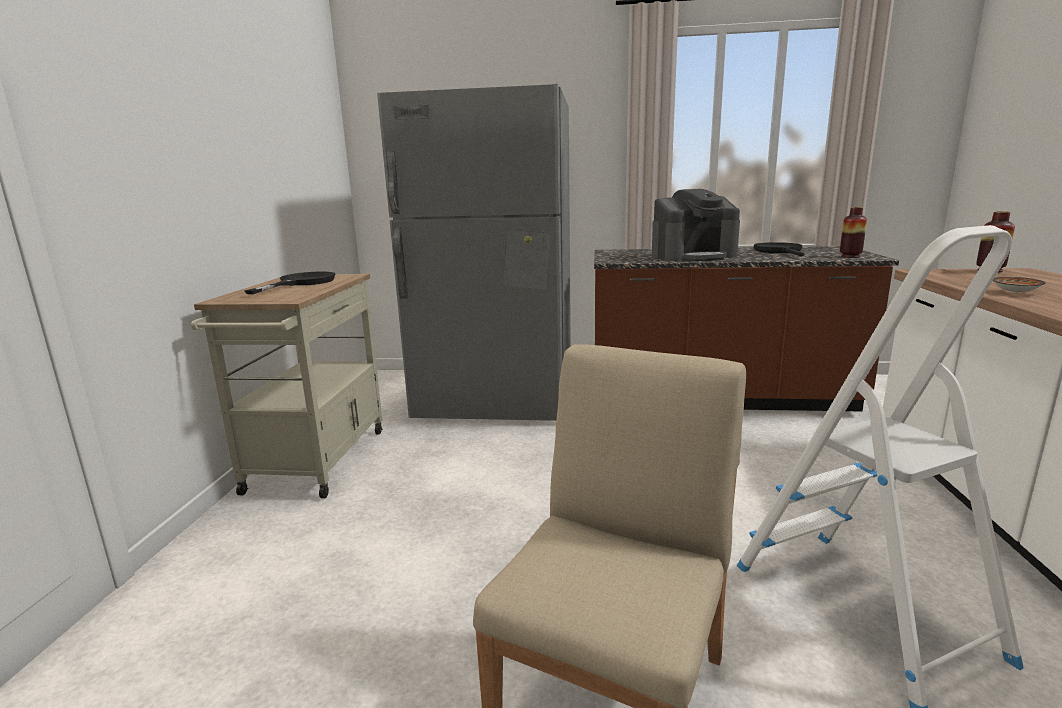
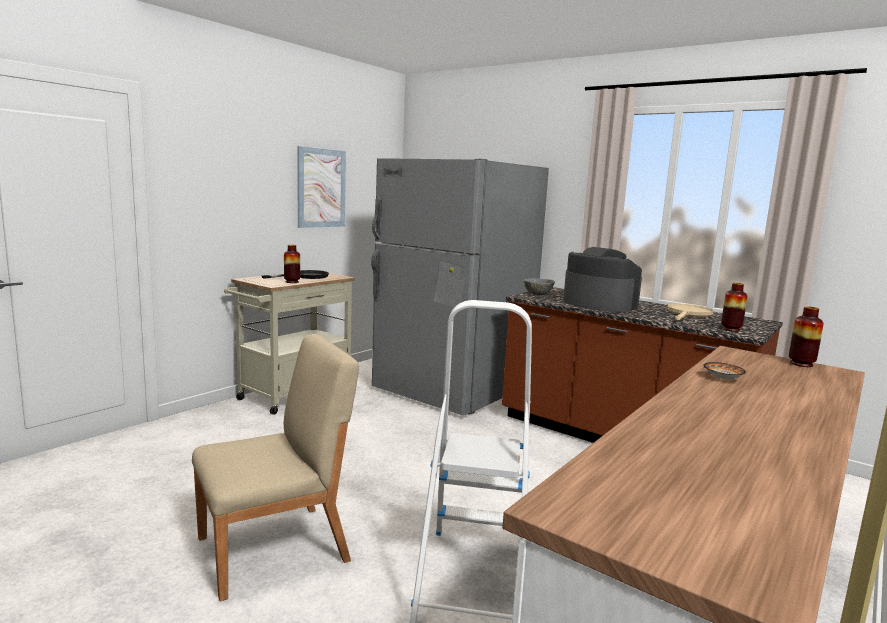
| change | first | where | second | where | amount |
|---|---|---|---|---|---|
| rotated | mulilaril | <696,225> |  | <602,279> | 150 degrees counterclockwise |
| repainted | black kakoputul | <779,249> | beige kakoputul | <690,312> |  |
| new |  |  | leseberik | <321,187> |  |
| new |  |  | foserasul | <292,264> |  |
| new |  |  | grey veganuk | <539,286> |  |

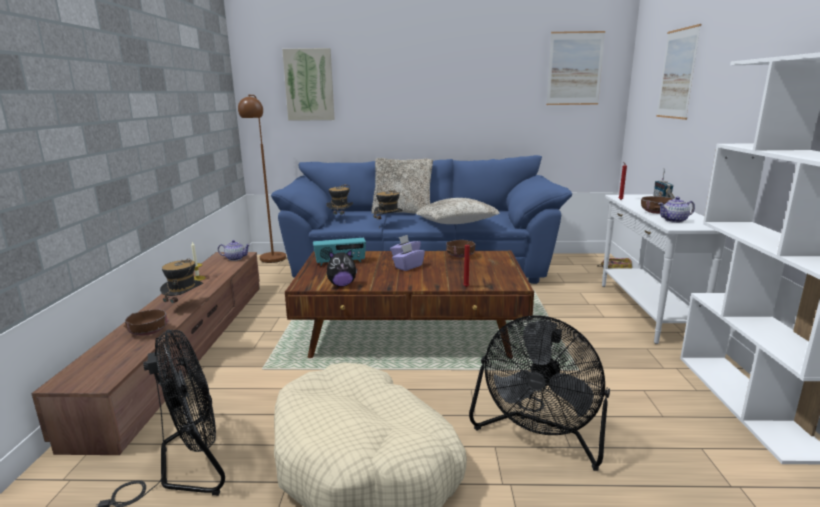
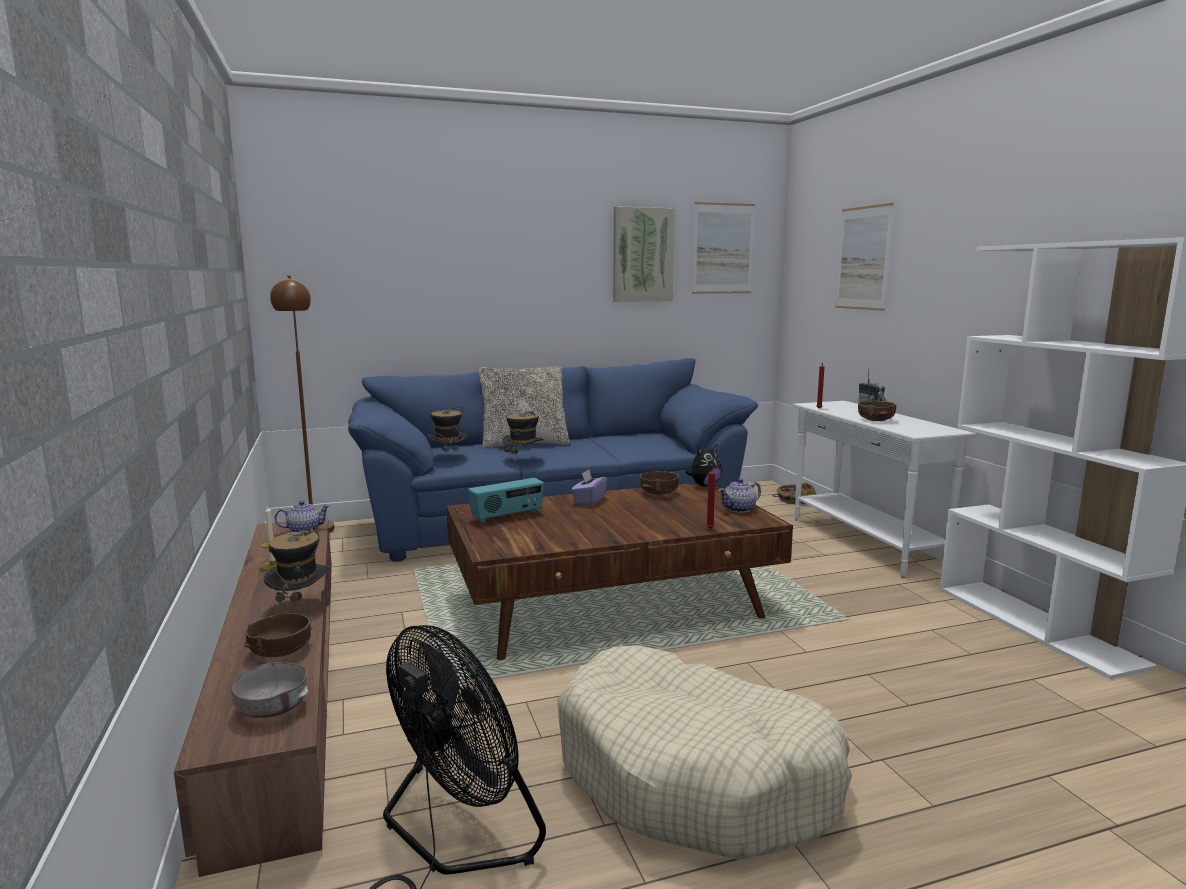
| change | first | where | second | where | amount |
|---|---|---|---|---|---|
| shifted | leseberik | <308,84> |  | <644,254> |  |
| shifted | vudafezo | <676,210> |  | <740,495> |  |
| gone | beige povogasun | <458,211> |  |  |  |
| gone | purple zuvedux | <408,257> |  |  |  |
| shifted | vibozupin | <342,268> |  | <703,466> |  |
| gone | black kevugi | <539,393> |  |  |  |
| new |  |  | grey veganuk | <270,690> |  |

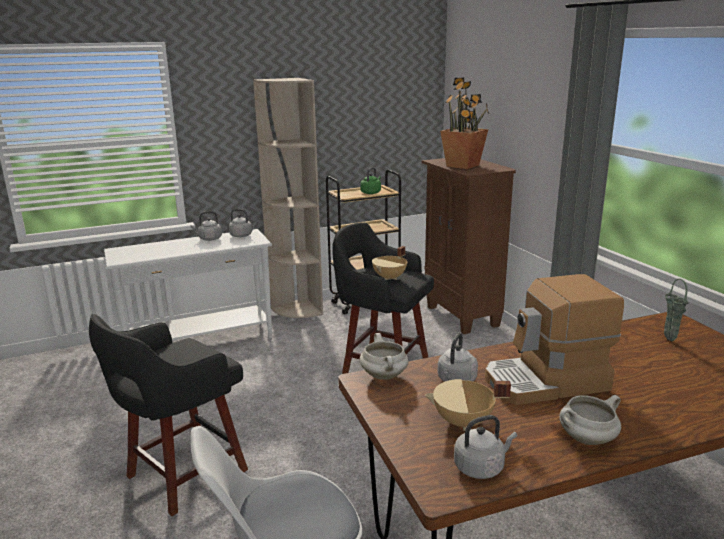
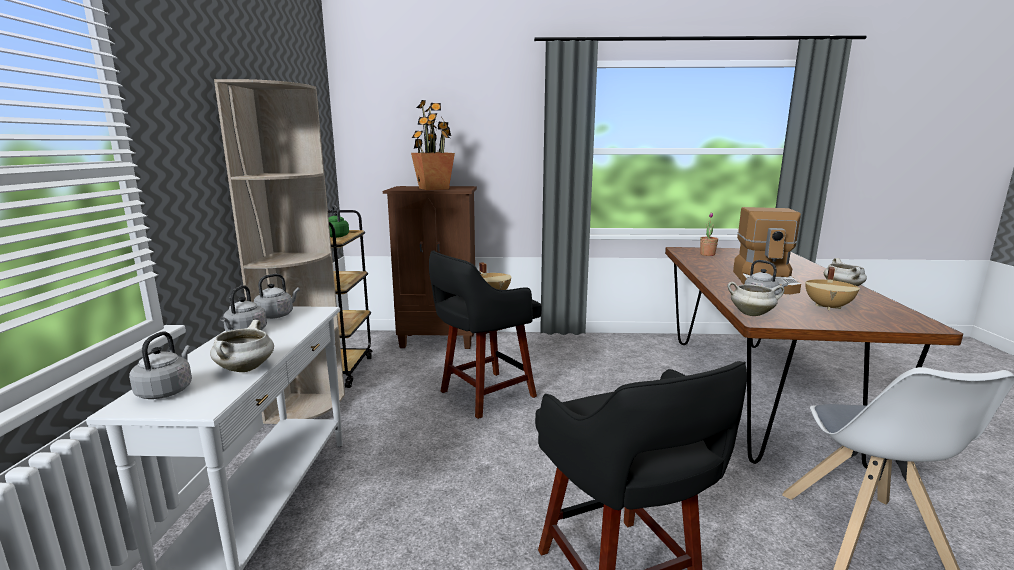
| change | first | where | second | where | amount |
|---|---|---|---|---|---|
| swapped | green foserasul | <676,309> | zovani | <709,234> |  |
| shifted | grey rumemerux | <485,447> |  | <160,365> |  |
| new |  |  | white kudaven | <242,346> |  |

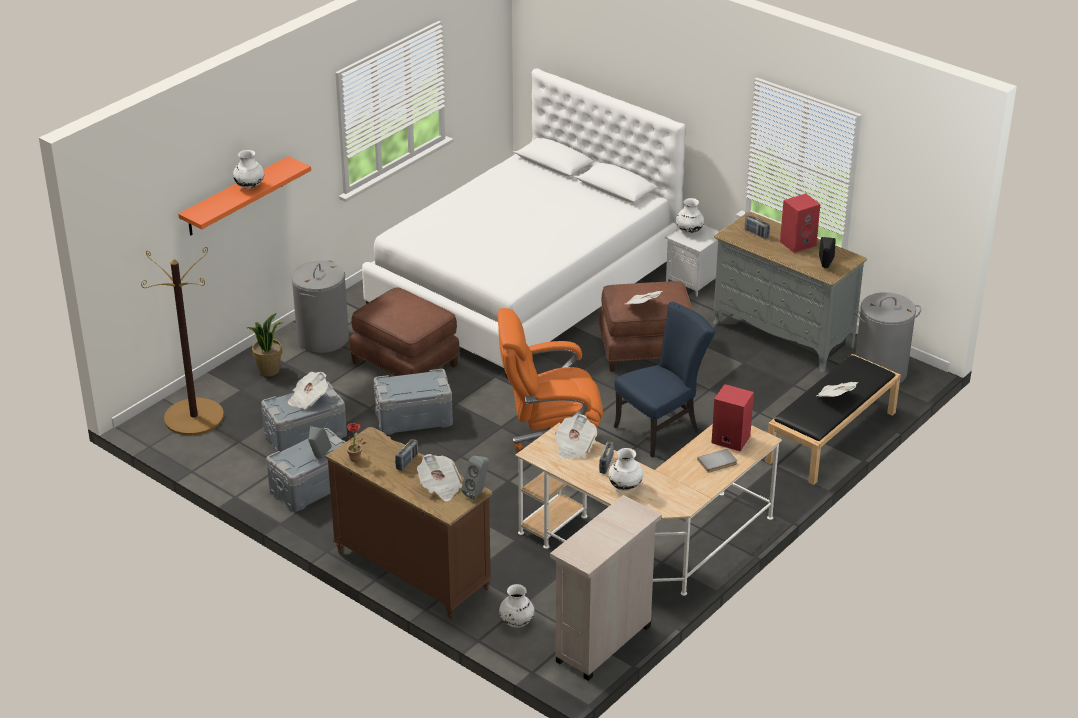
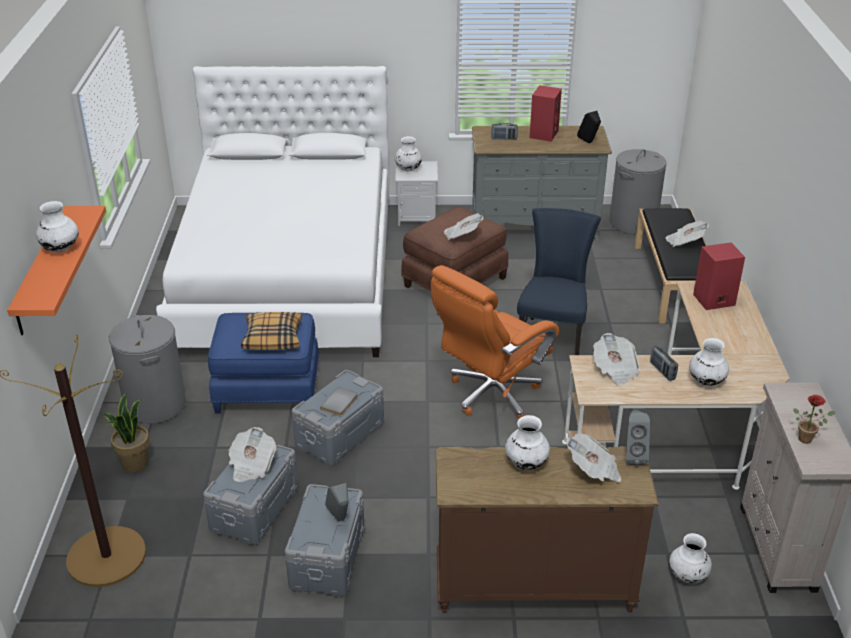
| change | first | where | second | where | amount |
|---|---|---|---|---|---|
| repainted | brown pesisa | <405,331> | blue pesisa | <263,363> |  |
| shifted | zovani | <355,442> |  | <814,419> |  |
| swapped | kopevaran | <406,455> | white foserasul | <527,442> |  |
| shifted | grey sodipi | <717,461> |  | <339,401> |  |
| new |  |  | povogasun | <271,331> |  |

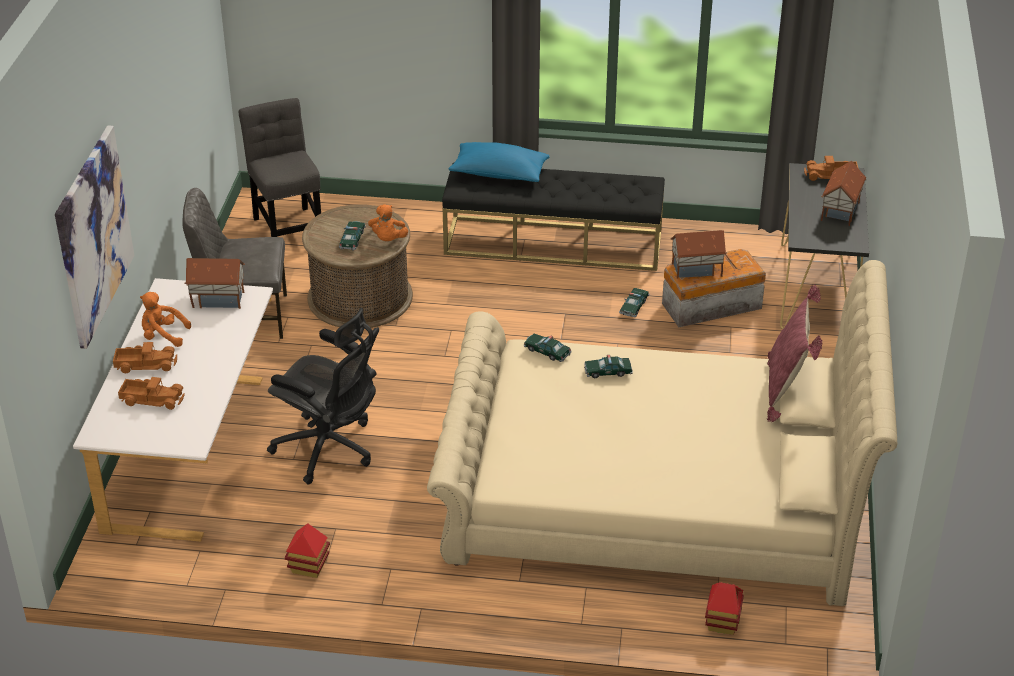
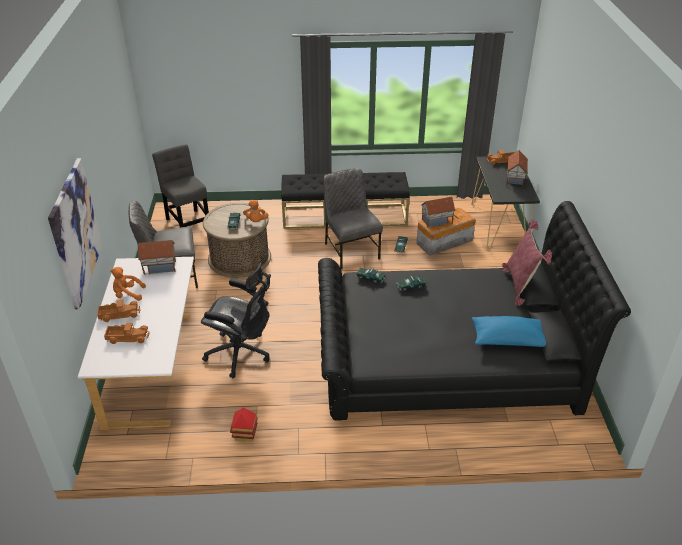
| change | first | where | second | where | amount |
|---|---|---|---|---|---|
| shifted | blue povogasun | <499,162> |  | <509,331> |  |
| repainted | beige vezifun | <662,433> | black vezifun | <474,310> |  |
| gone | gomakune | <724,608> |  |  |  |
| new |  |  | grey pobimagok | <353,218> |  |

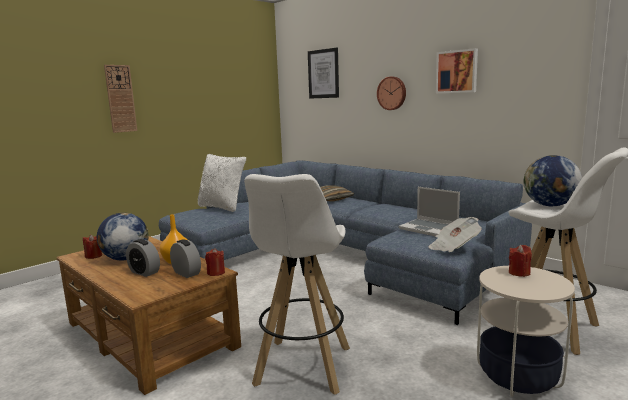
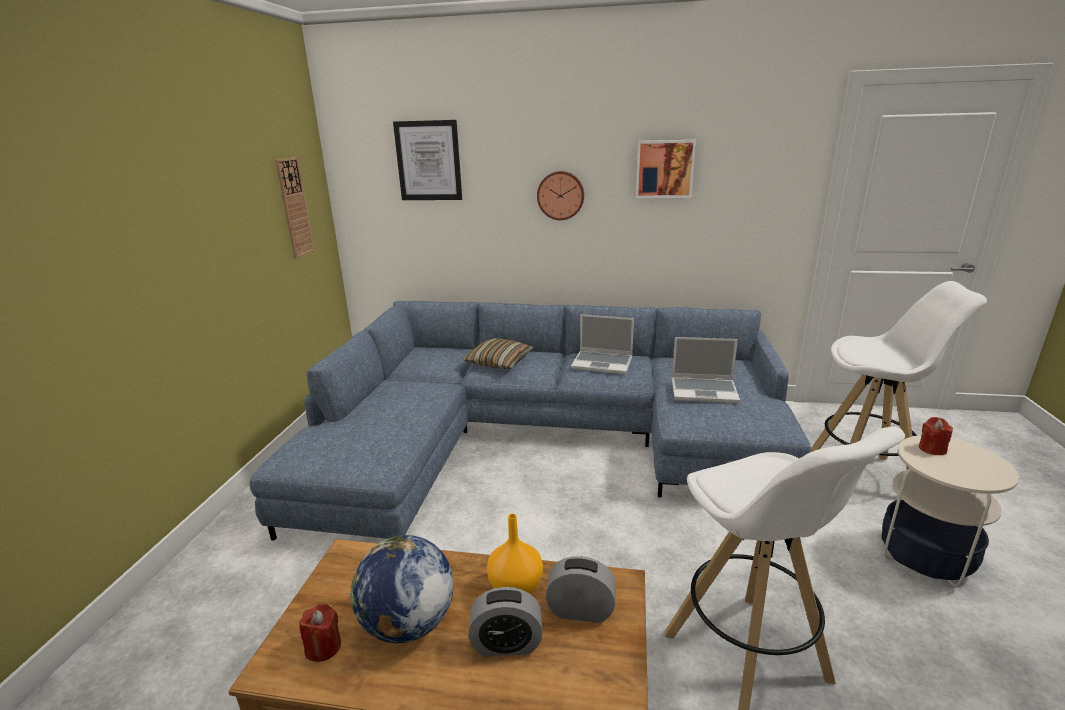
| change | first | where | second | where | amount |
|---|---|---|---|---|---|
| shifted | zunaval | <120,99> |  | <295,207> |  |
| gone | white povogasun | <222,183> |  |  |  |
| gone | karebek | <552,180> |  |  |  |
| gone | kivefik | <454,234> |  |  |  |
| gone | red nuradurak | <215,262> |  |  |  |
| new |  |  | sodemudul | <602,344> |  |

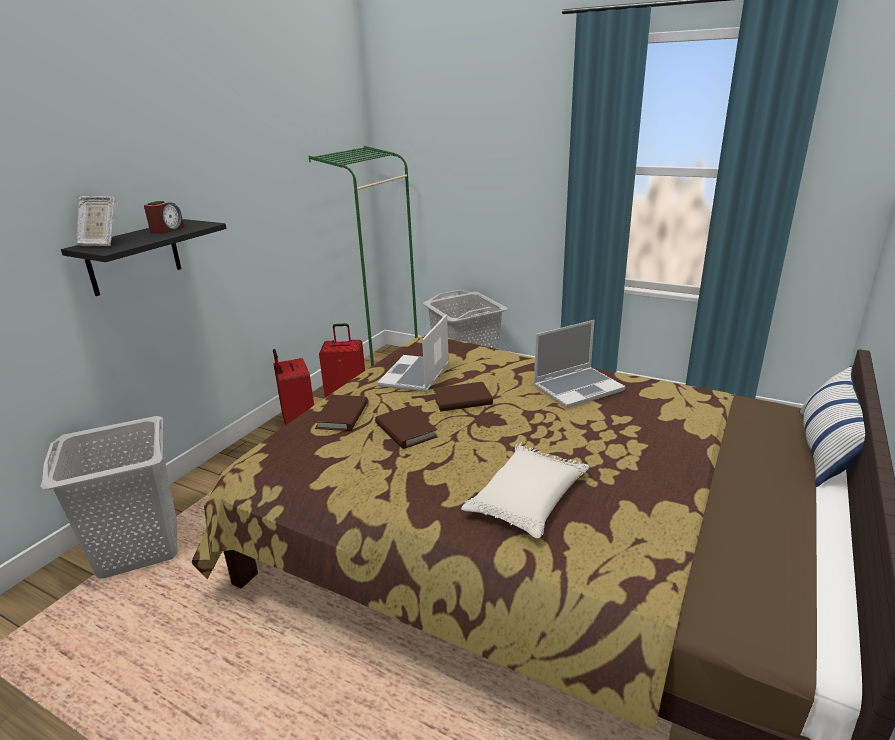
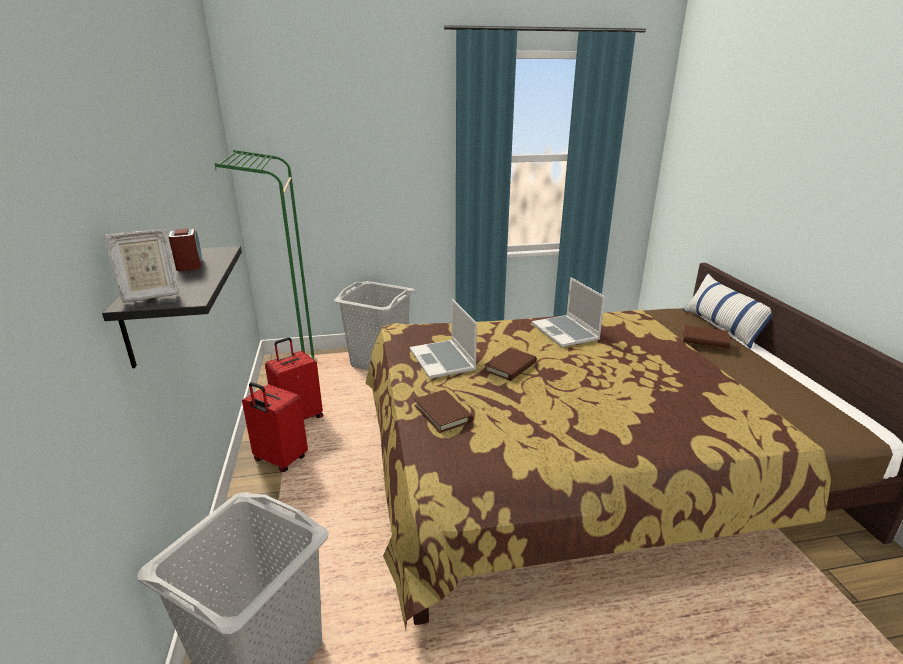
| change | first | where | second | where | amount |
|---|---|---|---|---|---|
| rotated | sodemudul | <580,364> |  | <568,312> | 135 degrees clockwise |
| shifted | brown sodipi | <406,427> |  | <706,337> |  |
| gone | white povogasun | <525,490> |  |  |  |

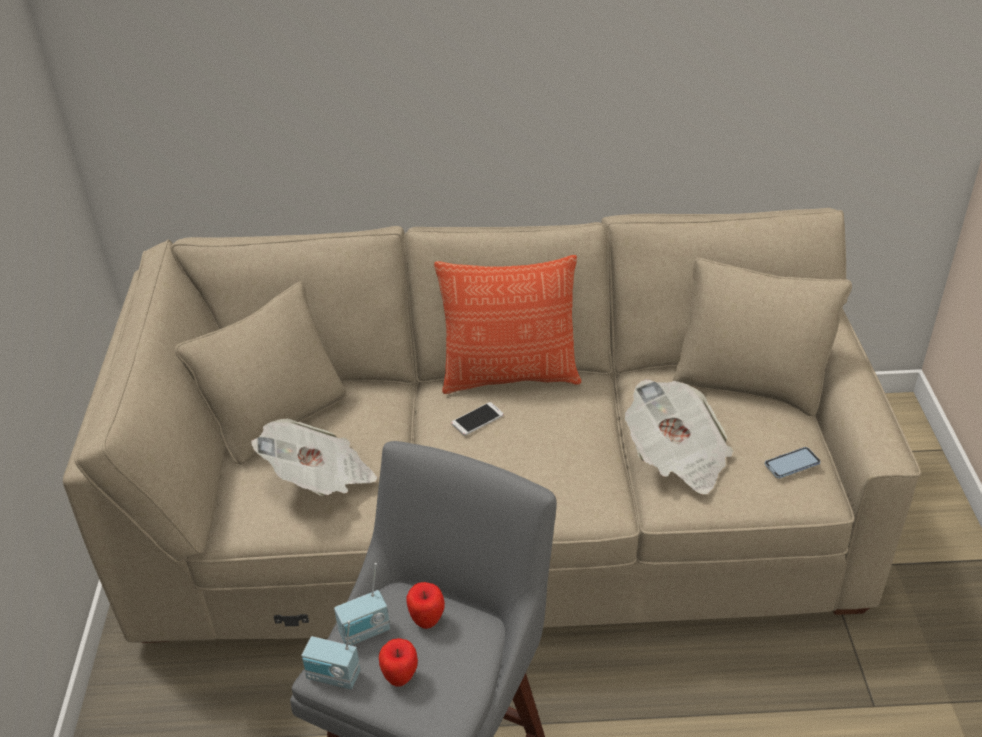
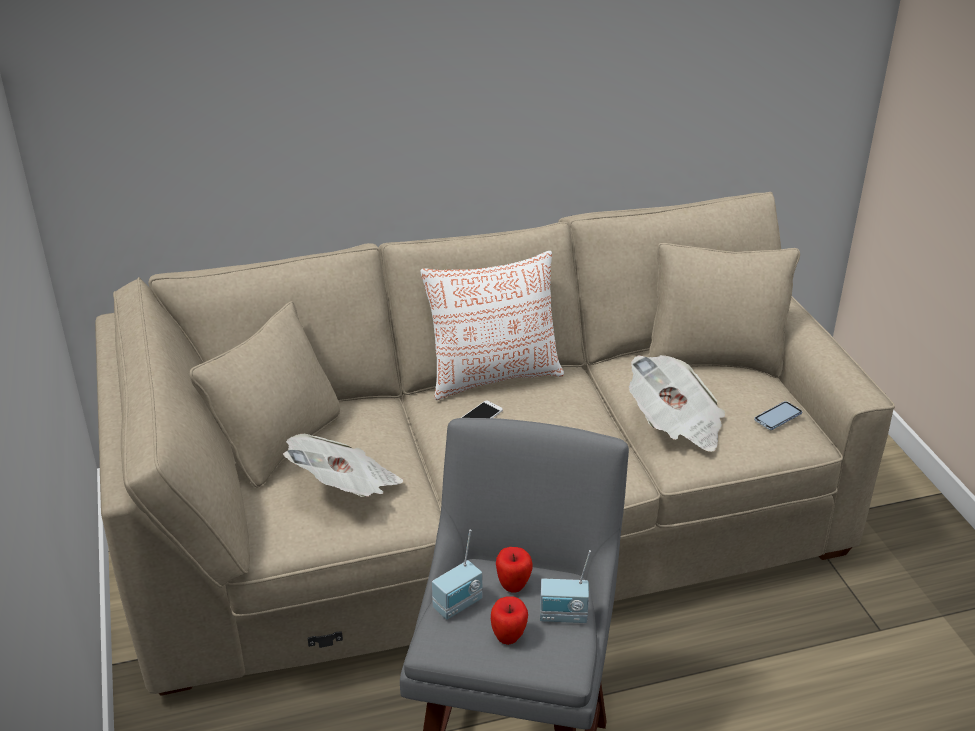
| change | first | where | second | where | amount |
|---|---|---|---|---|---|
| repainted | orange povogasun | <507,324> | white povogasun | <492,325> |  |
| shifted | kopevaran | <330,654> |  | <565,586> |  |

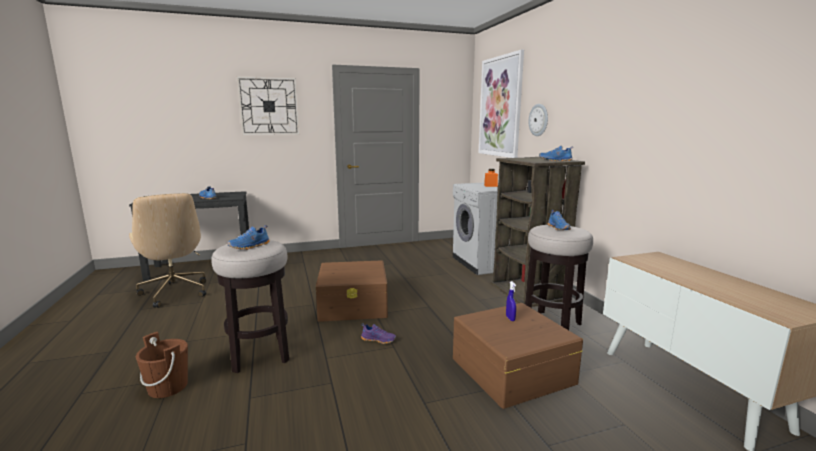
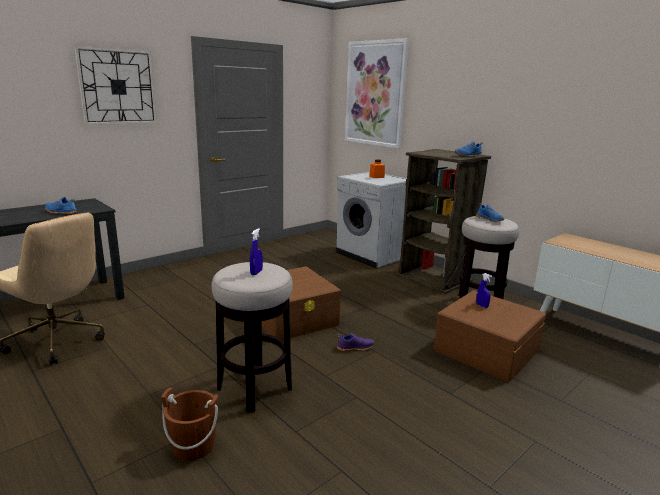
| change | first | where | second | where | amount |
|---|---|---|---|---|---|
| gone | zunaval | <538,120> |  |  |  |
| swapped | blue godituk | <248,237> | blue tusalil | <256,251> |  |

